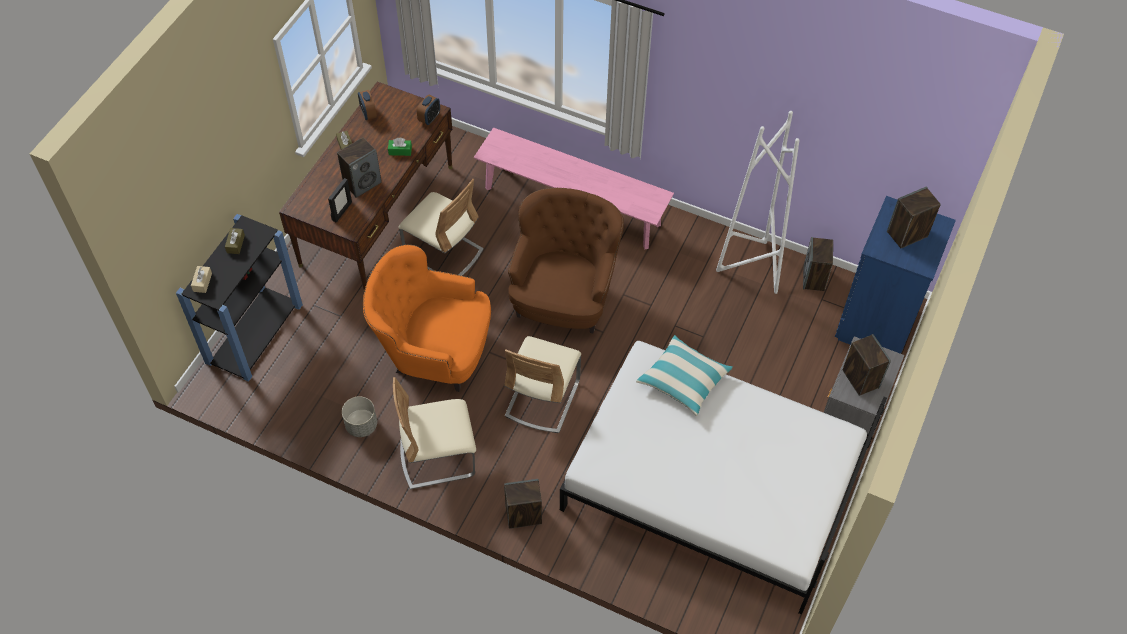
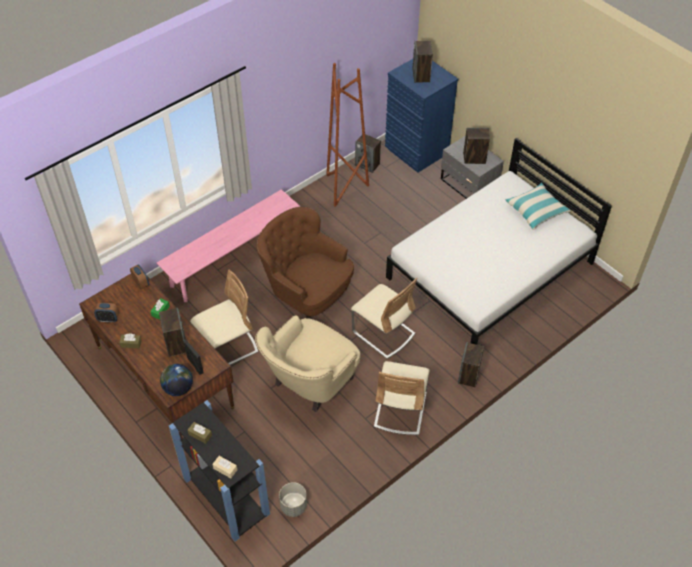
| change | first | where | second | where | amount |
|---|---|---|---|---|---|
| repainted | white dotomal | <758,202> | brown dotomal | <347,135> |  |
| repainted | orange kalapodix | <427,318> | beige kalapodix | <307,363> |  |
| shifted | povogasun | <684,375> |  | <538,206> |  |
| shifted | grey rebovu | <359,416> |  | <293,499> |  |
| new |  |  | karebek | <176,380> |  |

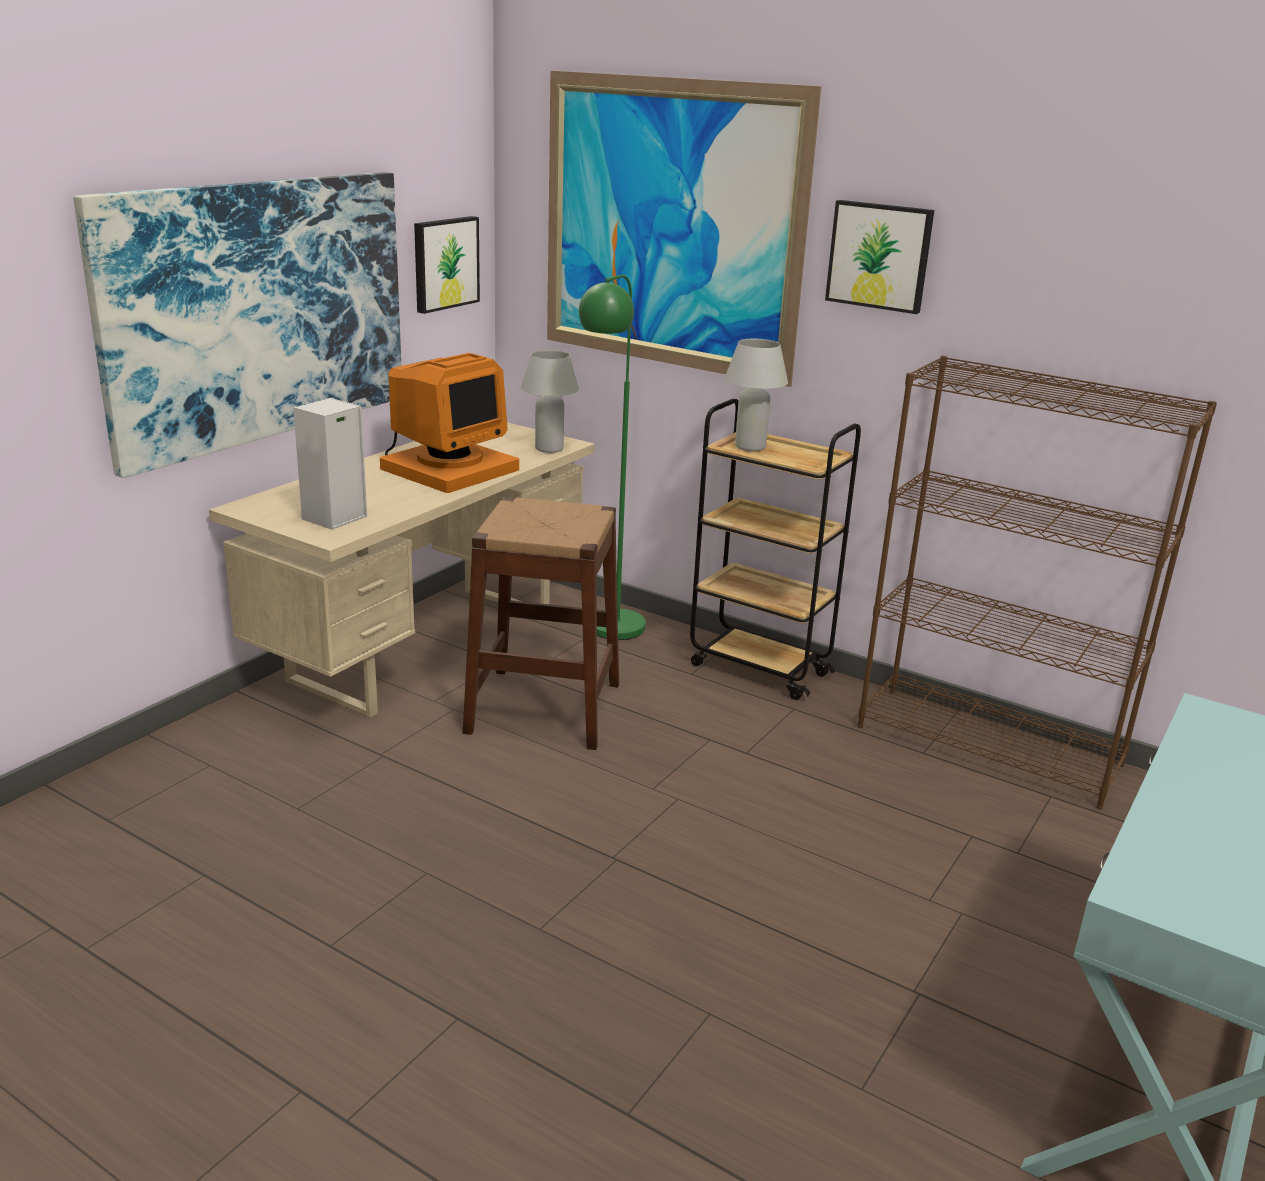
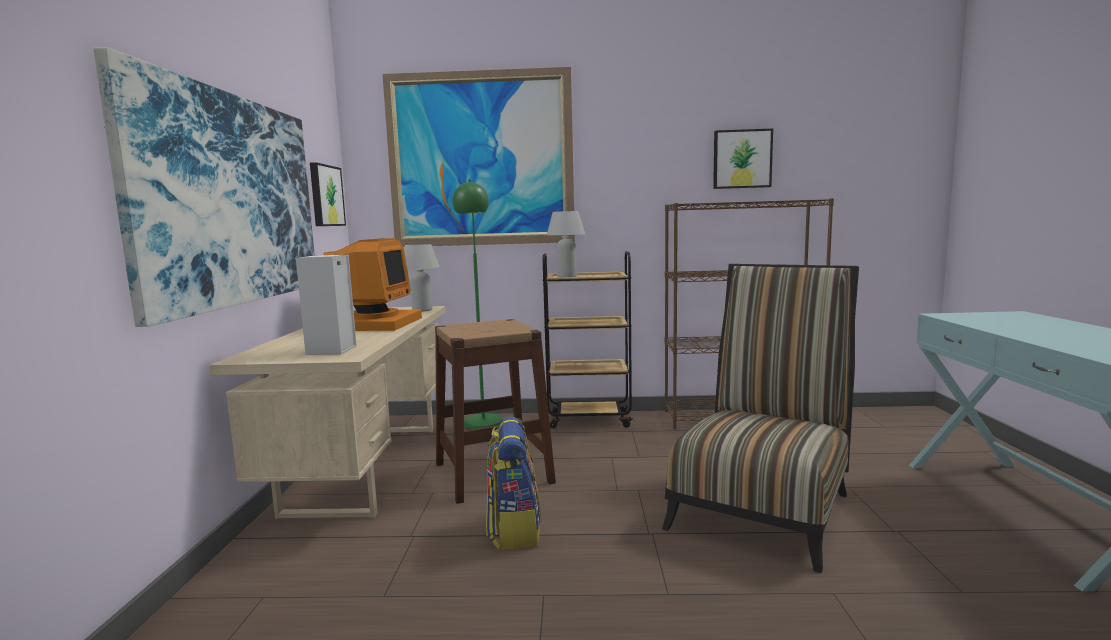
| change | first | where | second | where | amount |
|---|---|---|---|---|---|
| shifted | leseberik | <879,257> |  | <743,159> |  |
| new |  |  | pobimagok | <760,418> |  |
| new |  |  | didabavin | <513,483> |  |

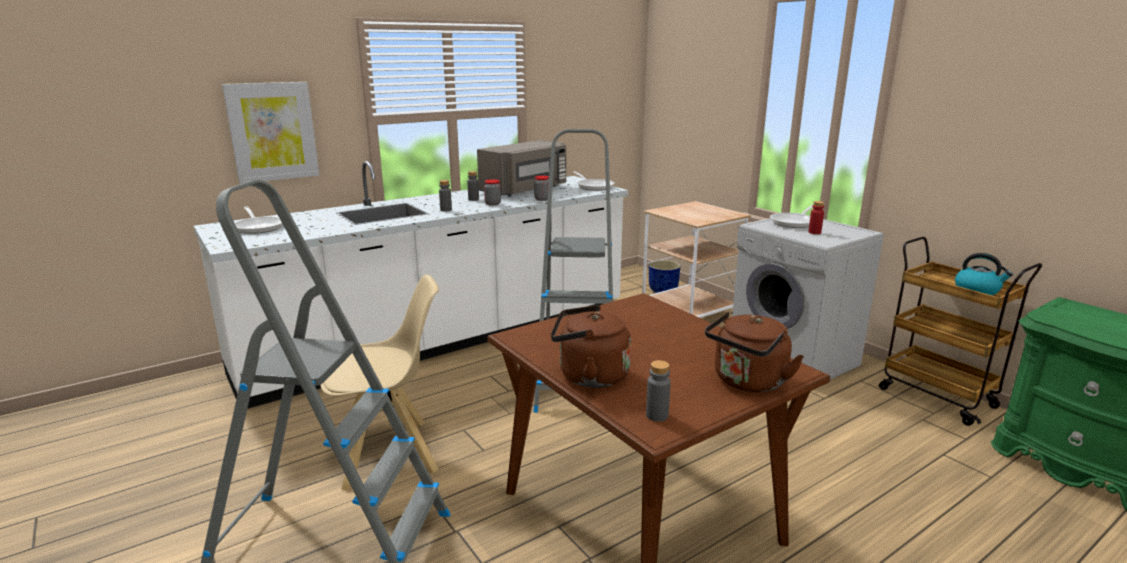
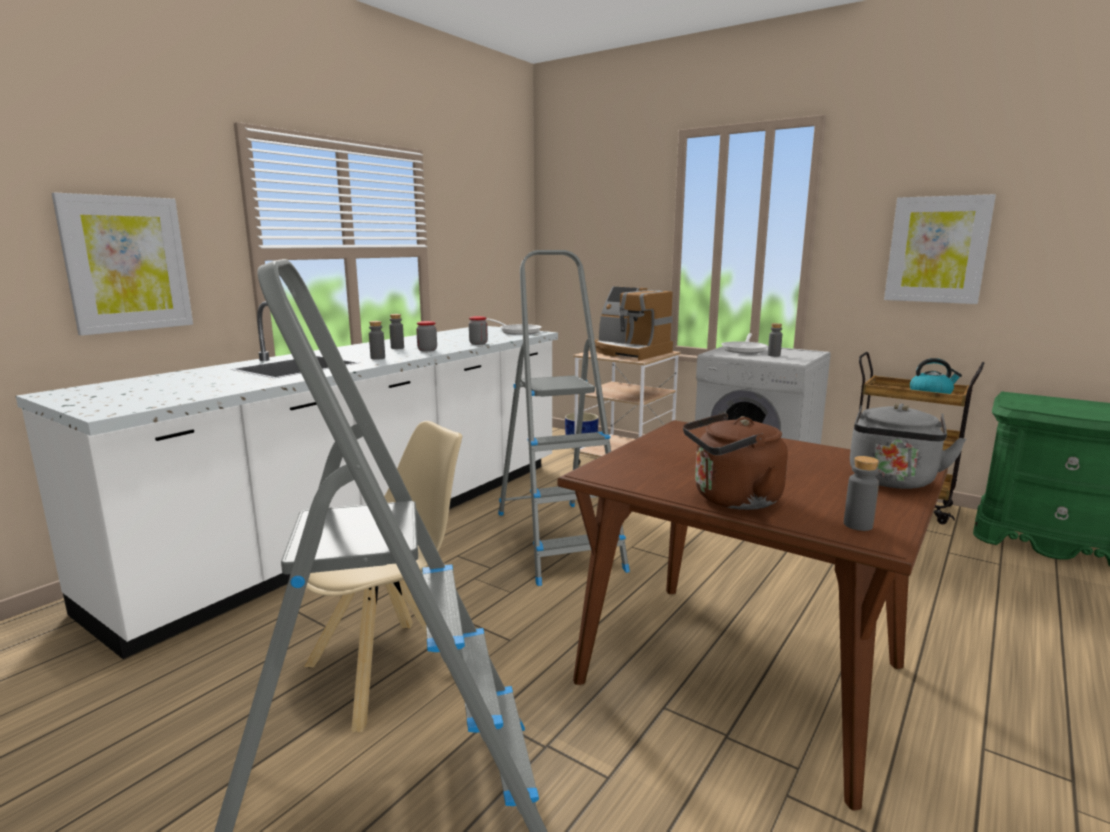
| change | first | where | second | where | amount |
|---|---|---|---|---|---|
| gone | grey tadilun | <521,168> |  |  |  |
| repainted | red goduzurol | <816,217> | grey goduzurol | <775,340> |  |
| gone | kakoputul | <258,220> |  |  |  |
| repainted | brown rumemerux | <754,352> | grey rumemerux | <908,446> |  |
| new |  |  | leseberik | <940,249> |  |
| new |  |  | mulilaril | <634,323> |  |

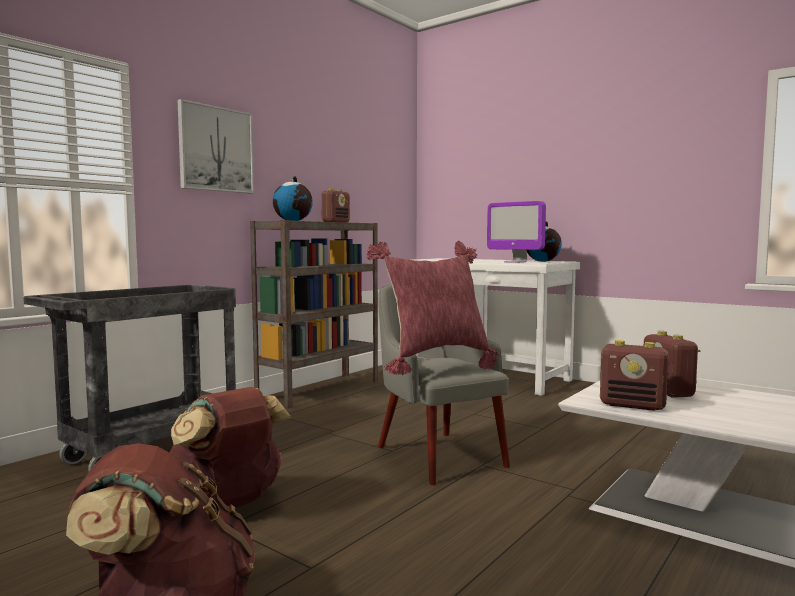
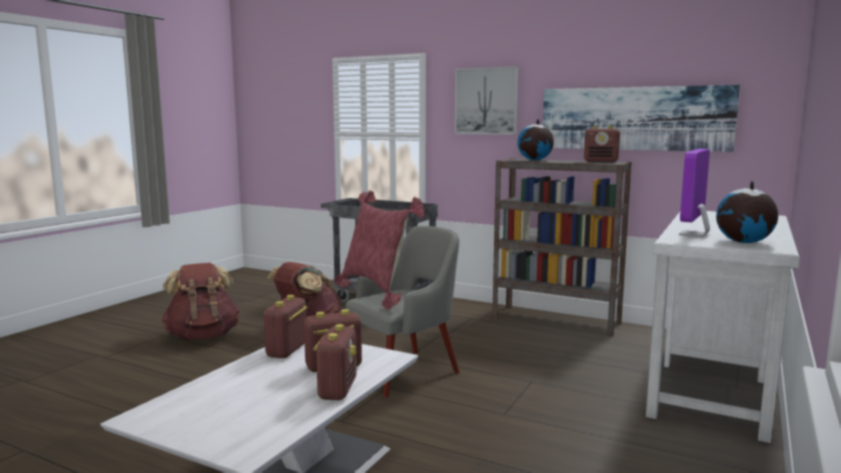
| change | first | where | second | where | amount |
|---|---|---|---|---|---|
| new |  |  | leseberik | <641,118> |  |
| new |  |  | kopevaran | <335,362> |  |

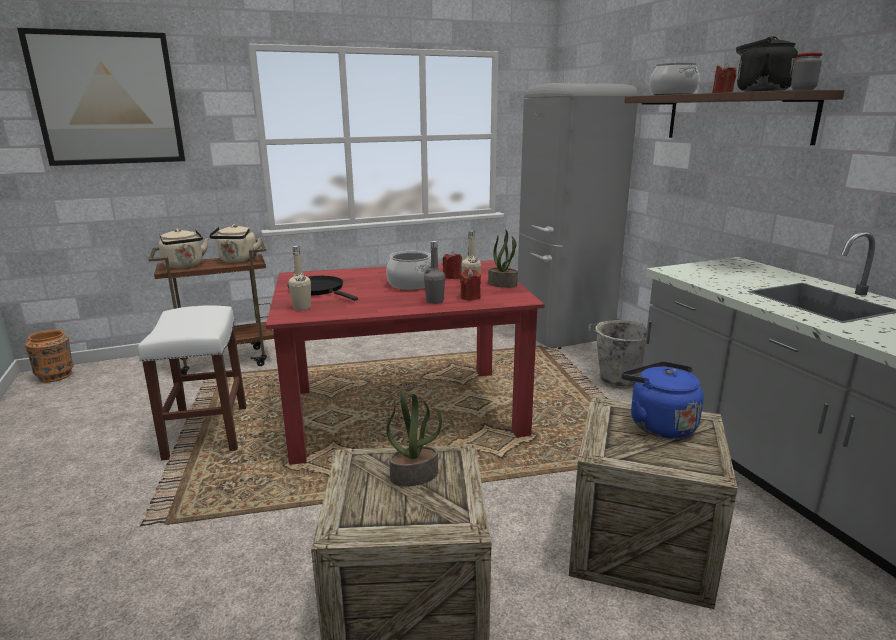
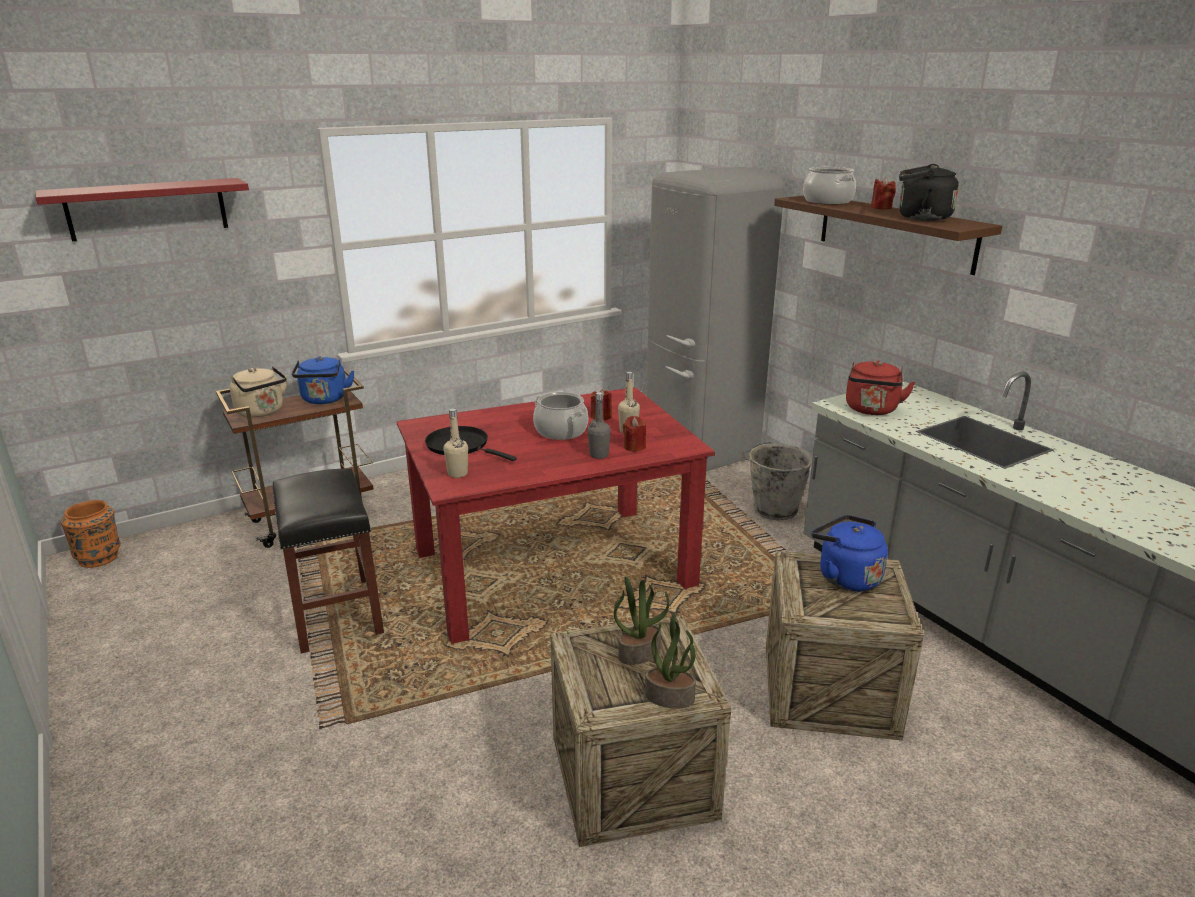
| change | first | where | second | where | amount |
|---|---|---|---|---|---|
| swapped | leseberik | <101,97> | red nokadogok | <142,209> |  |
| gone | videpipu | <806,71> |  |  |  |
| repainted | beige rumemerux | <235,243> | blue rumemerux | <323,380> |  |
| shifted | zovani | <503,259> |  | <670,660> |  |
| repainted | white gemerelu | <192,382> | black gemerelu | <328,561> |  |
| new |  |  | red rumemerux | <880,388> |  |

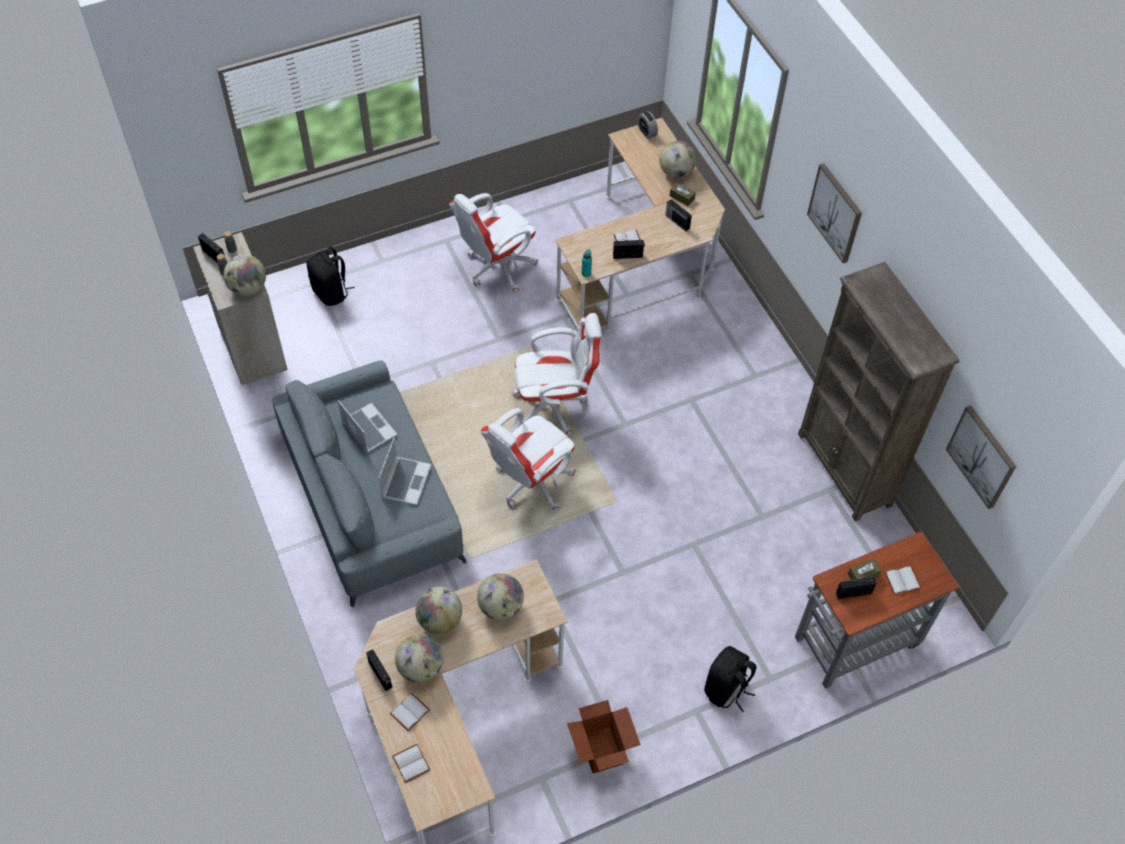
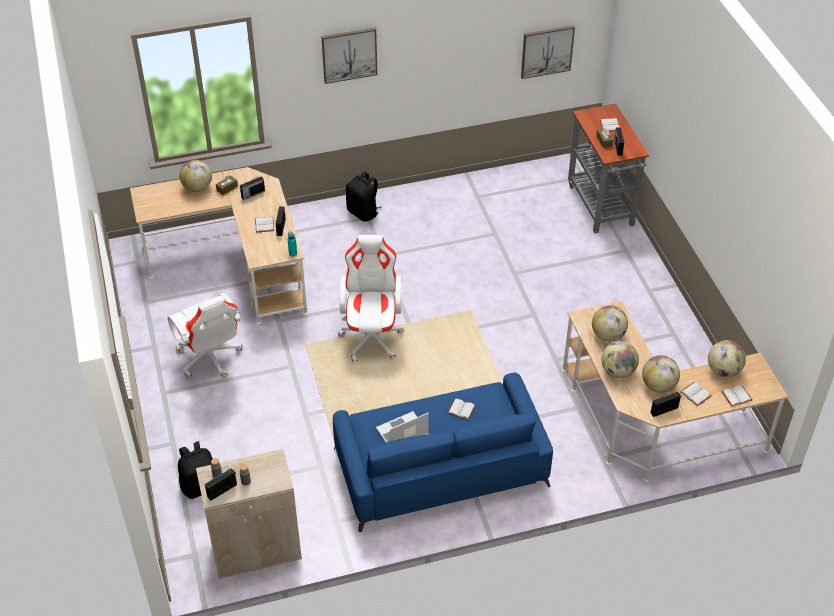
| change | first | where | second | where | amount |
|---|---|---|---|---|---|
| gone | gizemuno | <647,125> |  |  |  |
| shifted | karebek | <244,275> |  | <727,358> |  |
| gone | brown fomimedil | <879,391> |  |  |  |
| repainted | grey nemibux | <369,483> | blue nemibux | <443,452> |  |
| gone | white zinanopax | <528,459> |  |  |  |
| swapped | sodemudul | <405,471> | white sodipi | <462,409> |  |
| shifted | black didabavin | <730,679> |  | <363,196> |  |
| gone | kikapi | <604,736> |  |  |  |

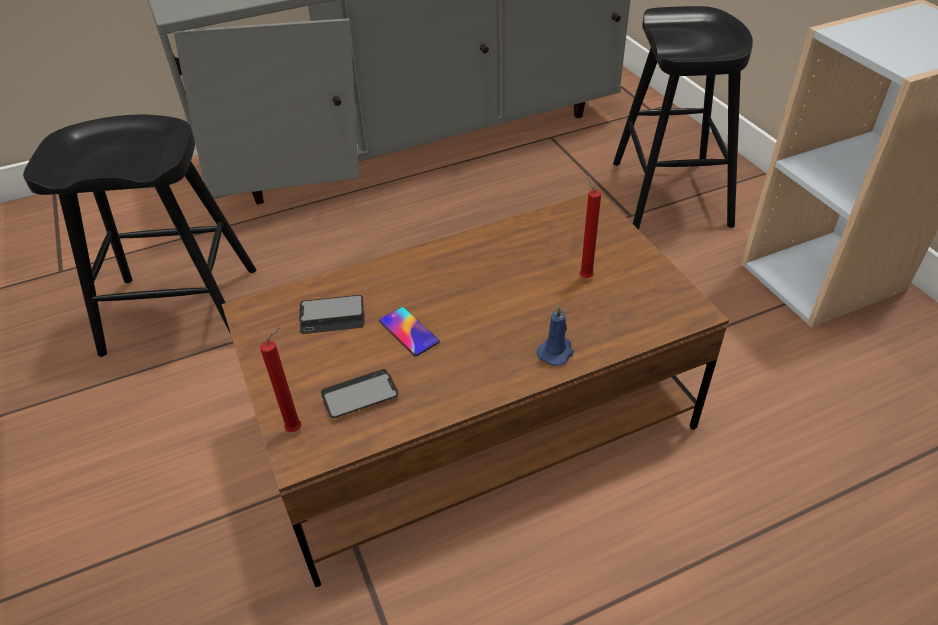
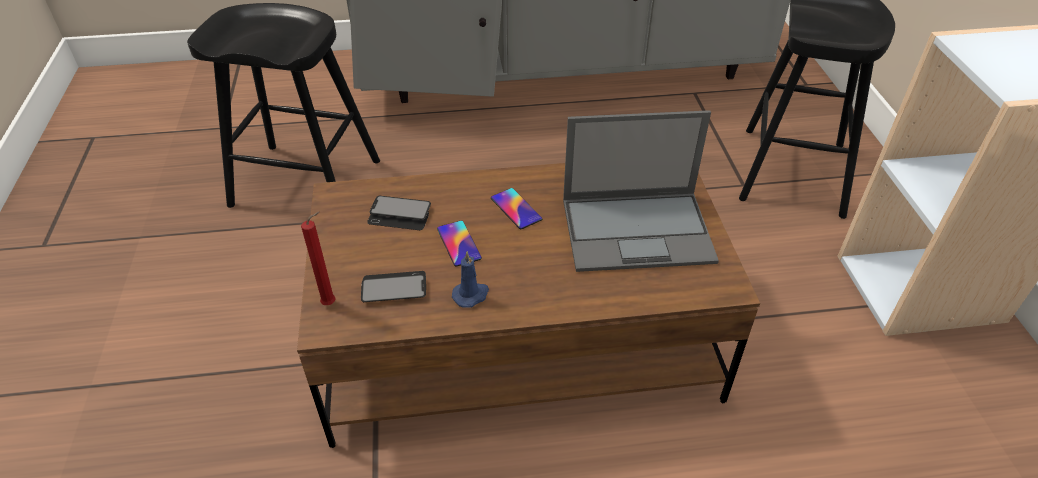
| change | first | where | second | where | amount |
|---|---|---|---|---|---|
| swapped | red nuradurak | <590,227> | sodemudul | <641,191> |  |
| shifted | blue nuradurak | <555,335> |  | <470,279> |  |
| new |  |  | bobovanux | <516,208> |  |

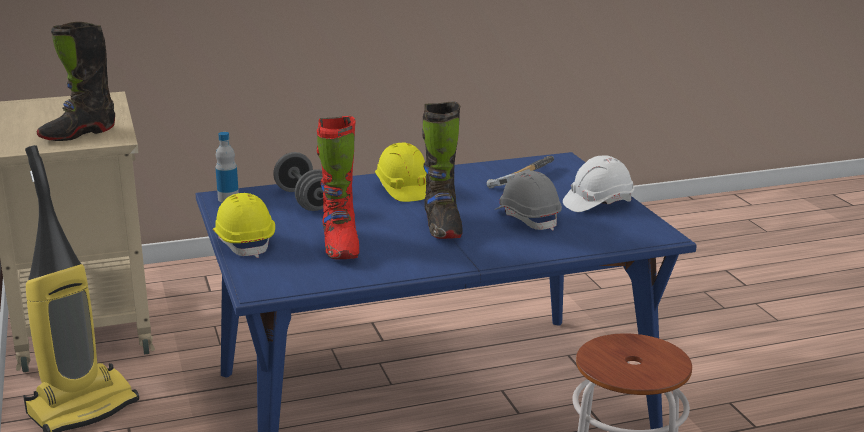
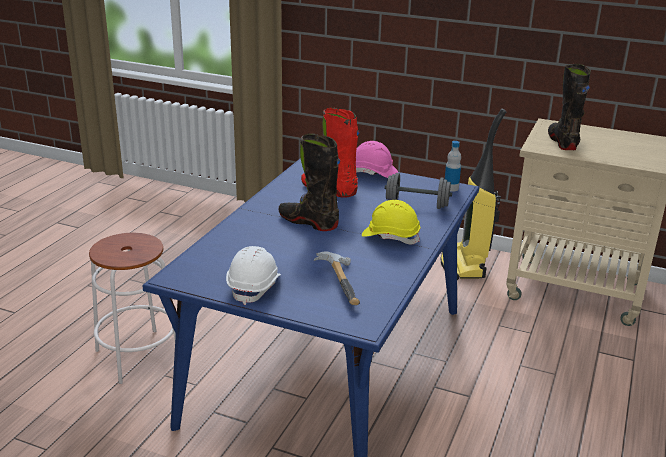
| change | first | where | second | where | amount |
|---|---|---|---|---|---|
| gone | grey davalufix | <528,201> |  |  |  |
| repainted | yellow davalufix | <244,225> | pink davalufix | <377,159> |  |

